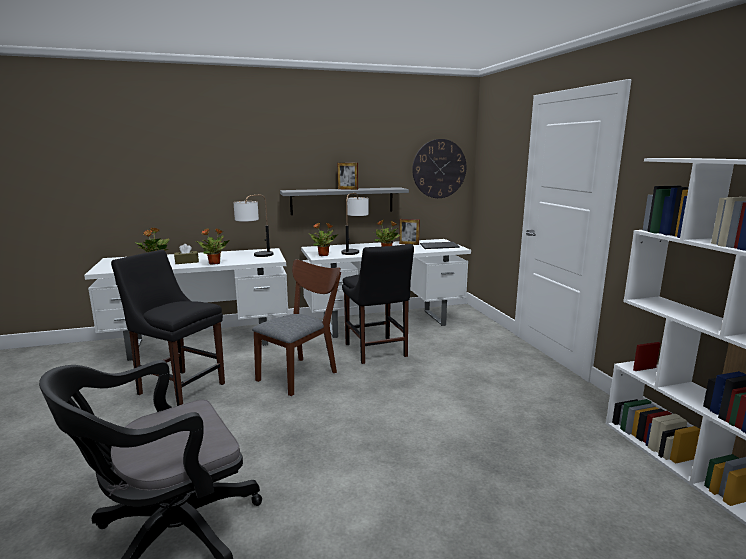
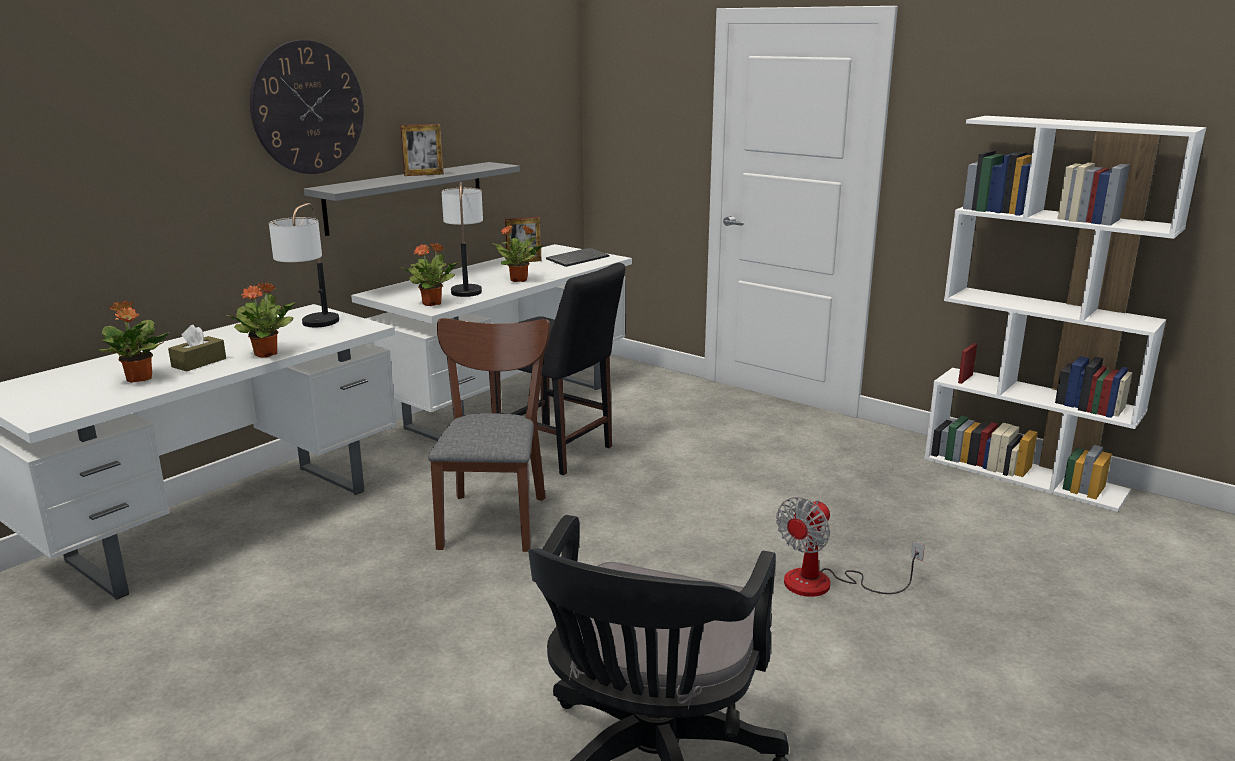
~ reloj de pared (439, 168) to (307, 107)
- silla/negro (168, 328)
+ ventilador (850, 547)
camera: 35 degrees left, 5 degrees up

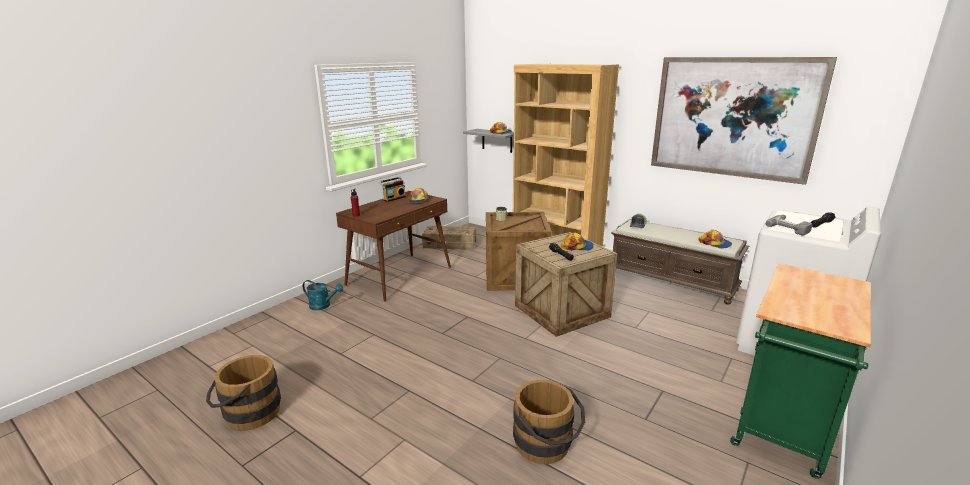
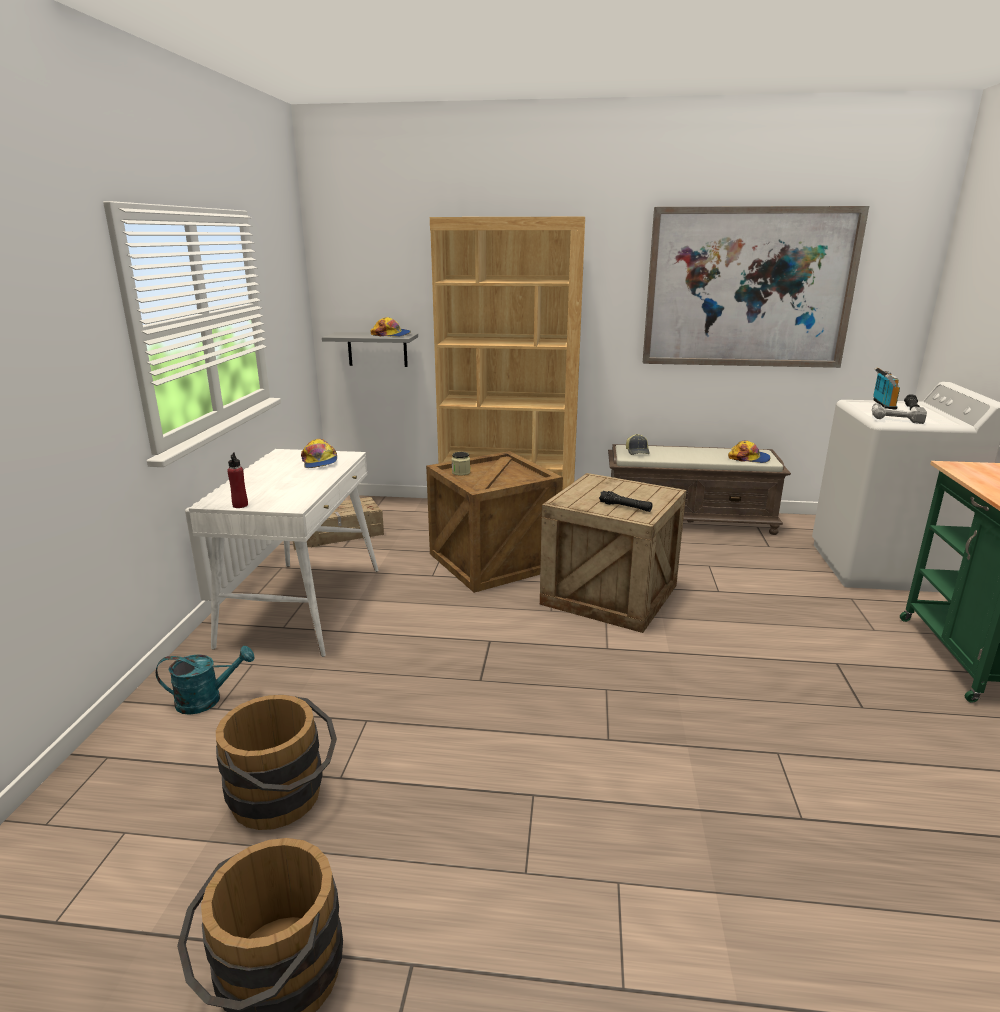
~ radio (392, 189) to (886, 388)
~ escritorio/marrón (393, 246) to escritorio/blanco (283, 553)
- gorra (577, 241)
~ cubo/marrón (549, 422) to (276, 762)
camera: 30 degrees left, 0 degrees up

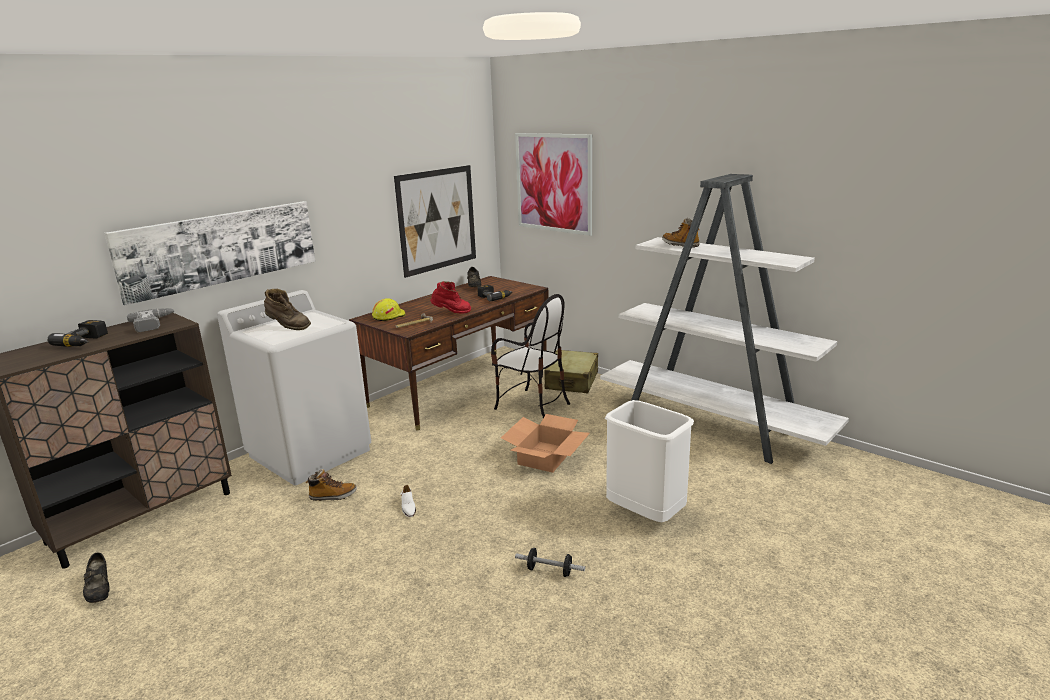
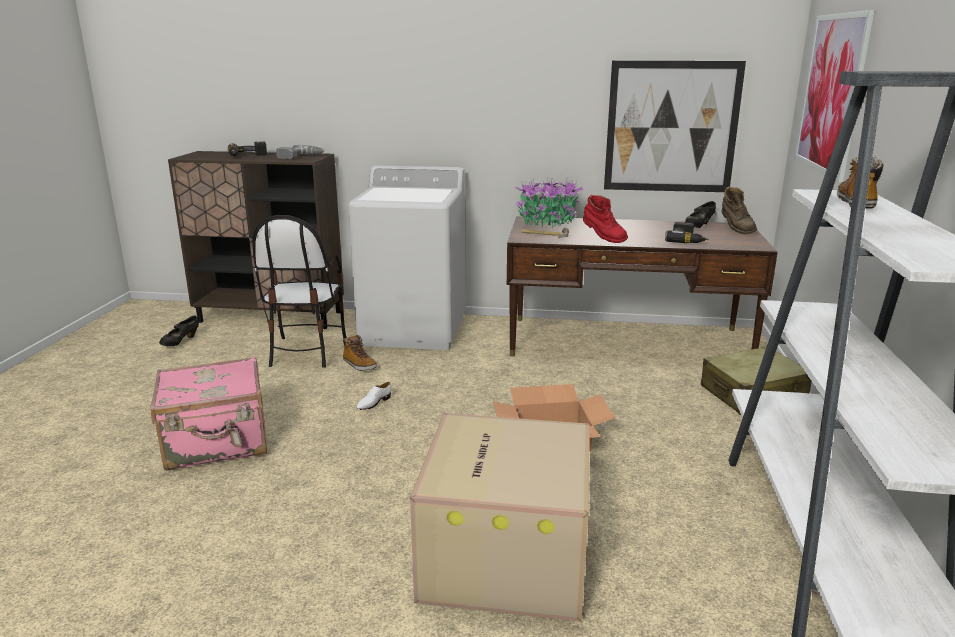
- cuadro (210, 253)
~ bota/marrón (287, 309) to (739, 210)
~ silla (530, 356) to (299, 291)
~ casco/amarillo (389, 309) to planta en maceta (548, 202)
~ papelera/blanco (649, 461) to caja de cartón (499, 517)
- mancuerna (550, 562)
+ maleta/rosa (208, 414)
camera: 55 degrees right, 0 degrees up

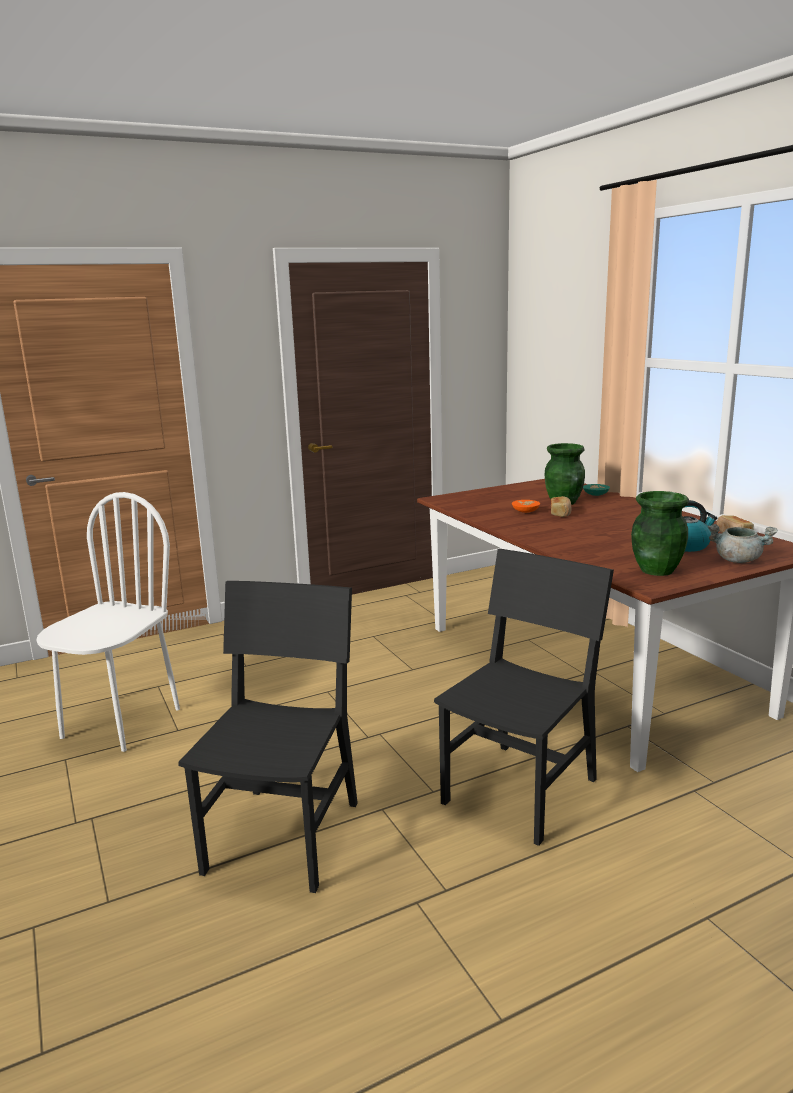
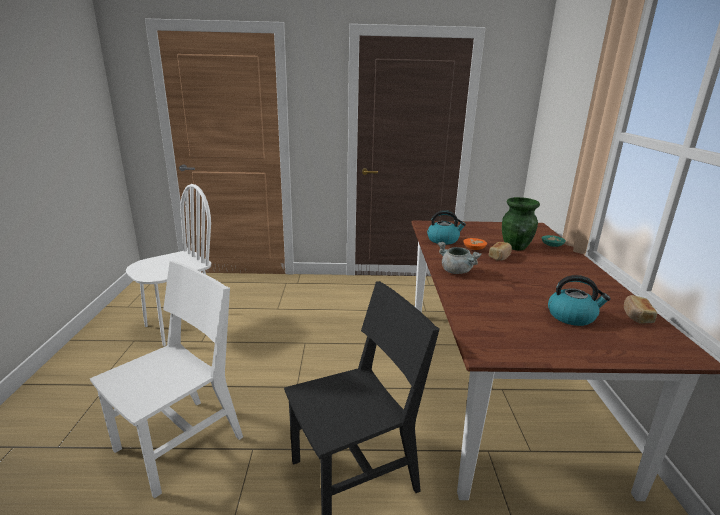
- florero/verde (660, 533)
~ olla/gris (743, 543) to (459, 258)
~ silla/negro (268, 737) to silla/blanco (166, 380)
+ hervidor (446, 227)
camera: 25 degrees right, 5 degrees up

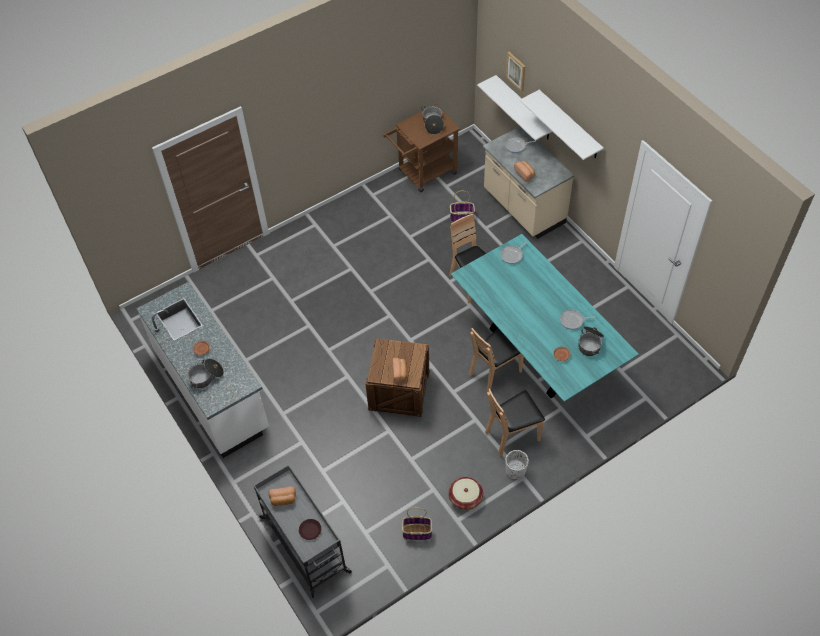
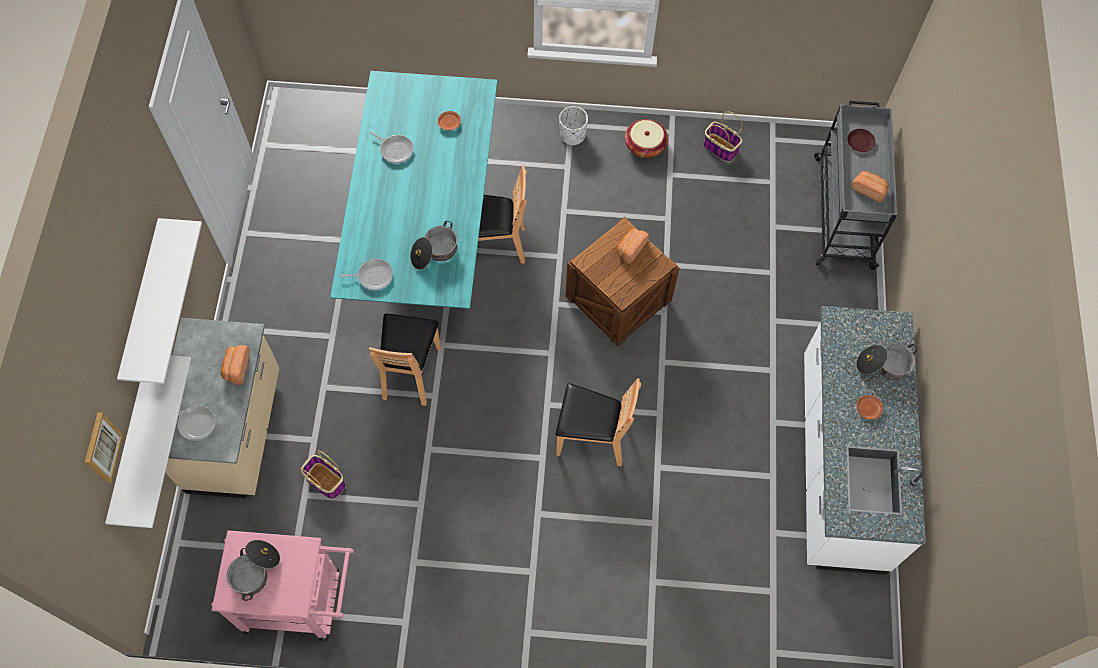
~ carrito/marrón (421, 148) to carrito/rosa (282, 586)
~ olla (591, 341) to (433, 245)
~ silla/marrón (515, 422) to (598, 422)
camera: 145 degrees left, 10 degrees up

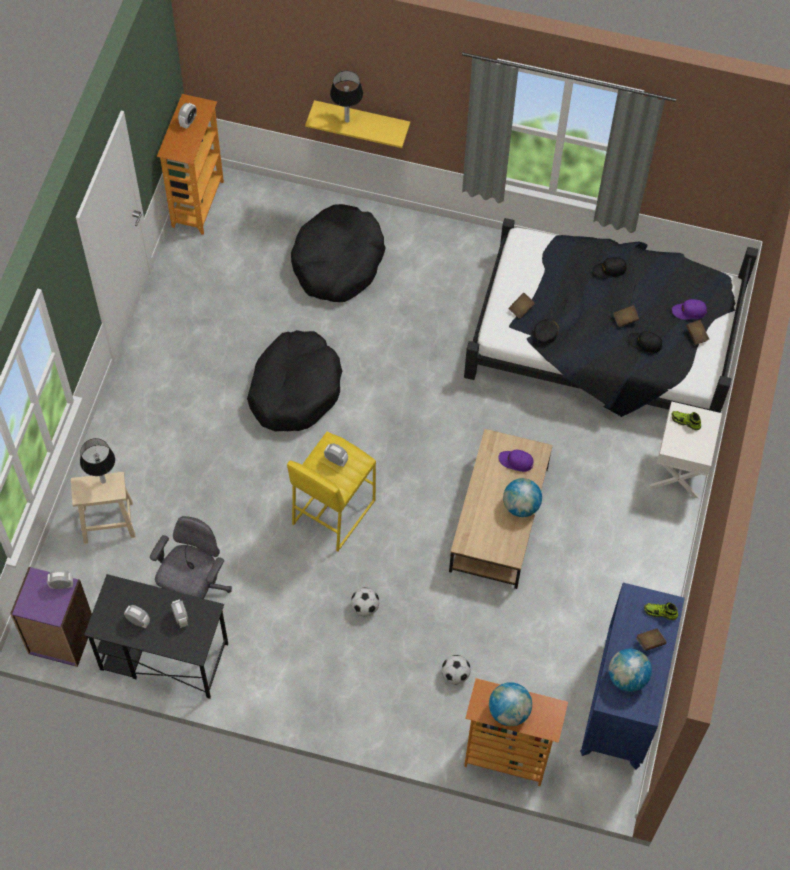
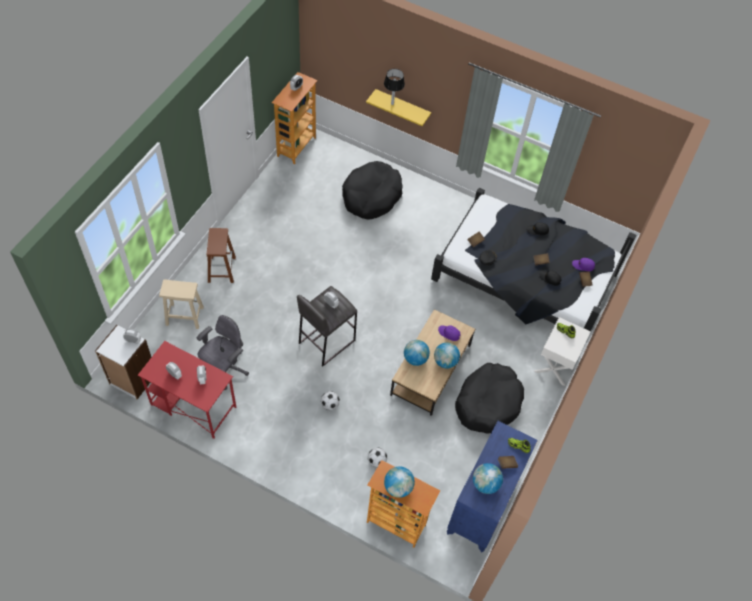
~ cama para perro/negro (294, 380) to (489, 398)
~ taburete/amarillo (331, 491) to taburete/gris (327, 326)
- lámpara de mesa (97, 461)
~ estantería/morado (51, 617) to estantería/blanco (123, 362)
~ escritorio/negro (156, 636) to escritorio/rojo (187, 390)
+ taburete/marrón (221, 255)
+ globo terráqueo (417, 353)
camera: 10 degrees right, 5 degrees down

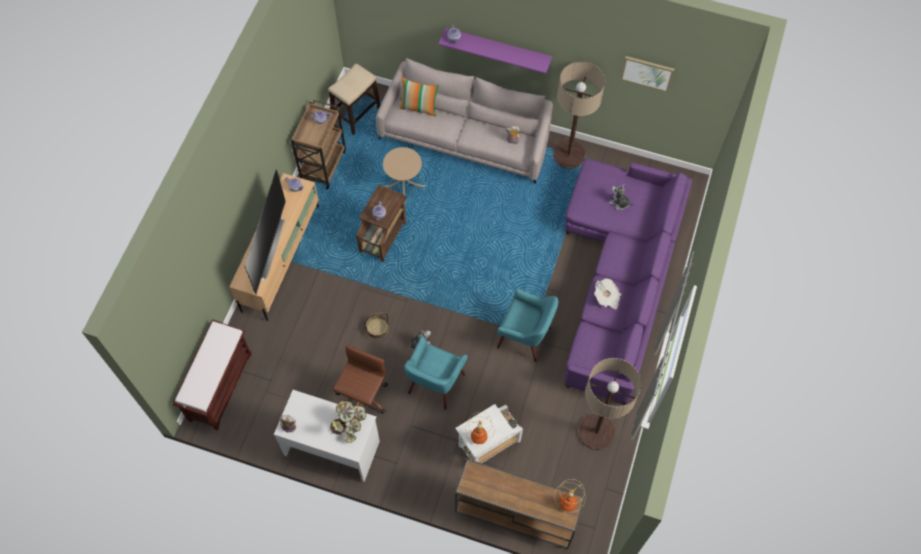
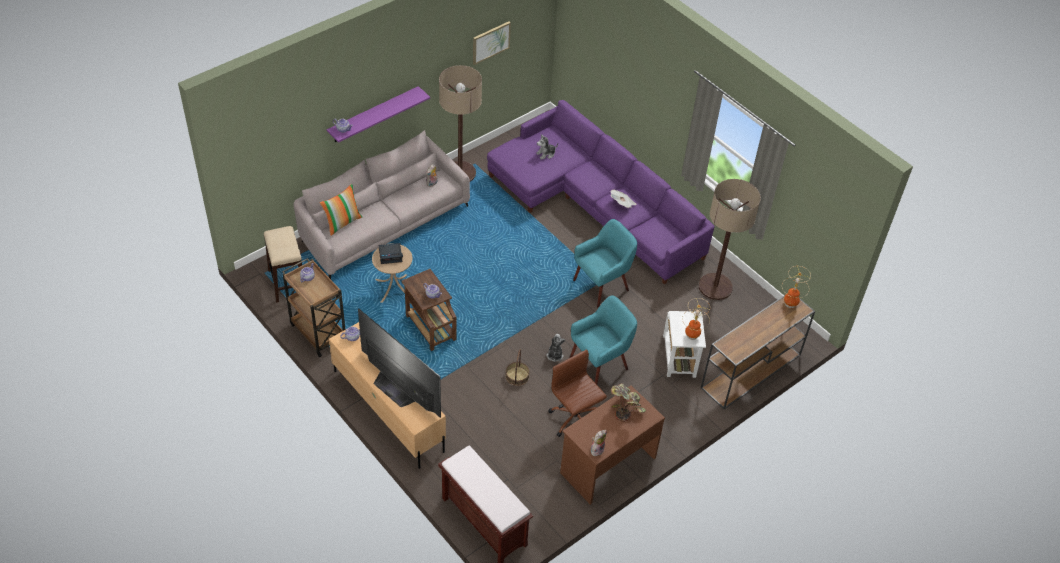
~ sillón/turquesa (436, 373) = (603, 340) 90 degrees counterclockwise
~ escritorio/blanco (327, 436) to escritorio/marrón (612, 445)
+ despertador (391, 253)
camera: 60 degrees left, 15 degrees down

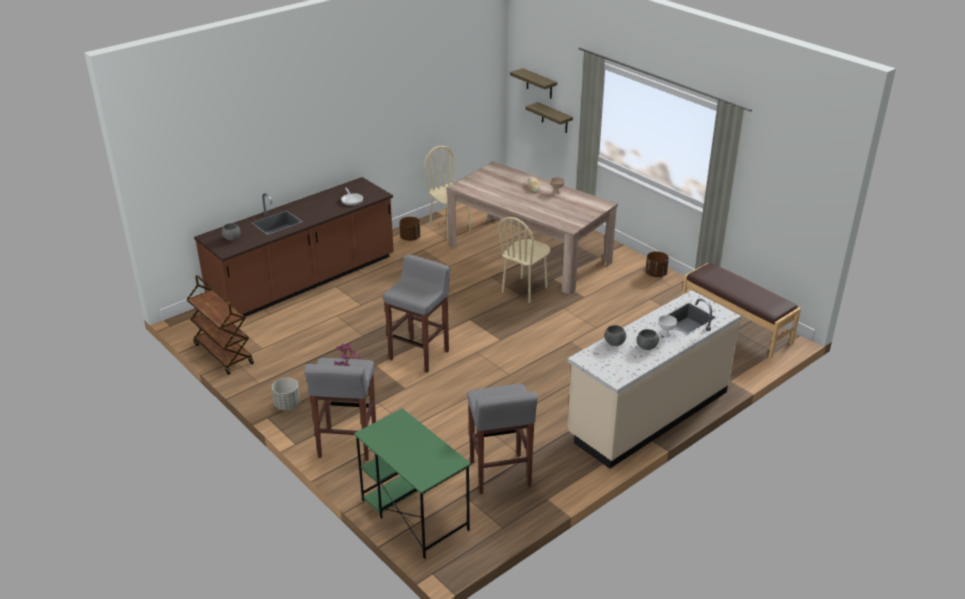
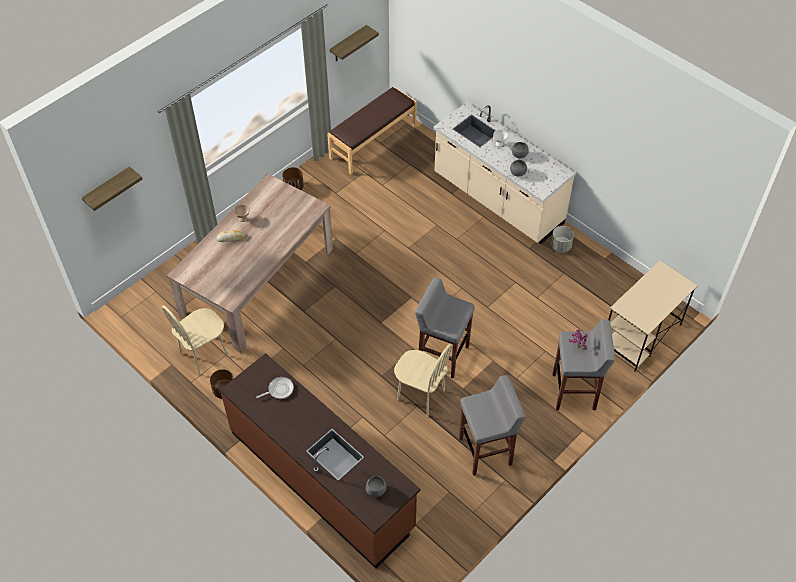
~ estante (549, 117) to (354, 43)
~ silla/beis (524, 260) to (423, 380)
- carrito/marrón (220, 325)
~ maceta/gris (286, 394) to (562, 239)
~ taburete/gris (503, 439) to (492, 425)
~ escritorio/verde (412, 483) to escritorio/beis (653, 315)
camera: 95 degrees left, 20 degrees up

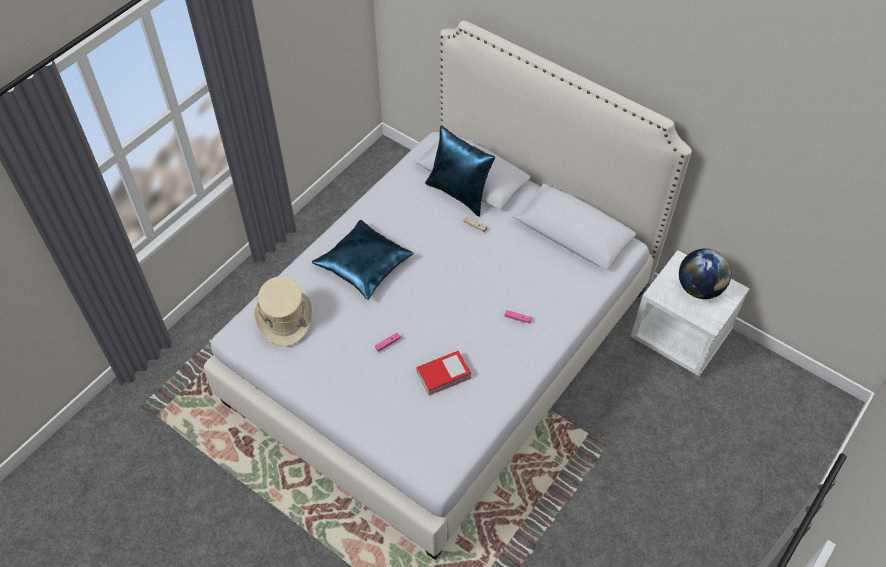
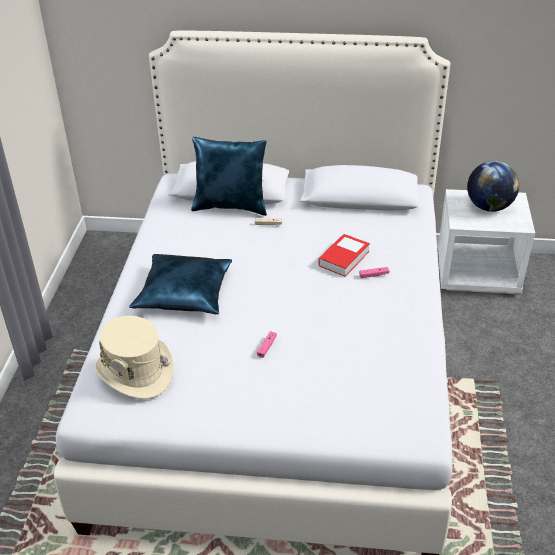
~ libro (444, 373) to (344, 255)
camera: 30 degrees left, 15 degrees down

